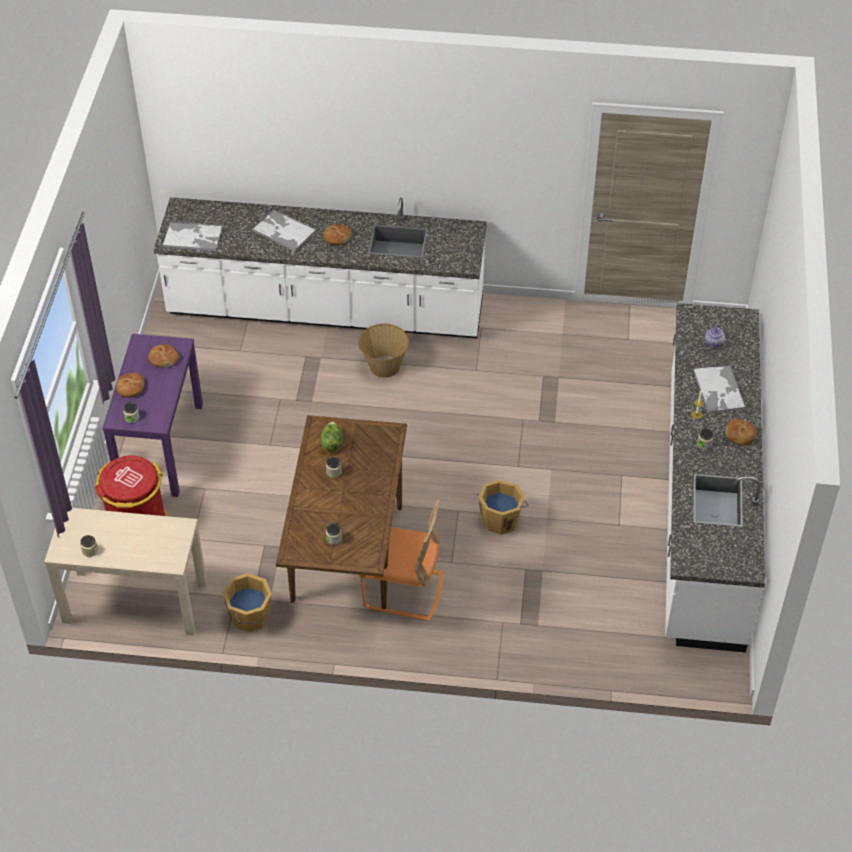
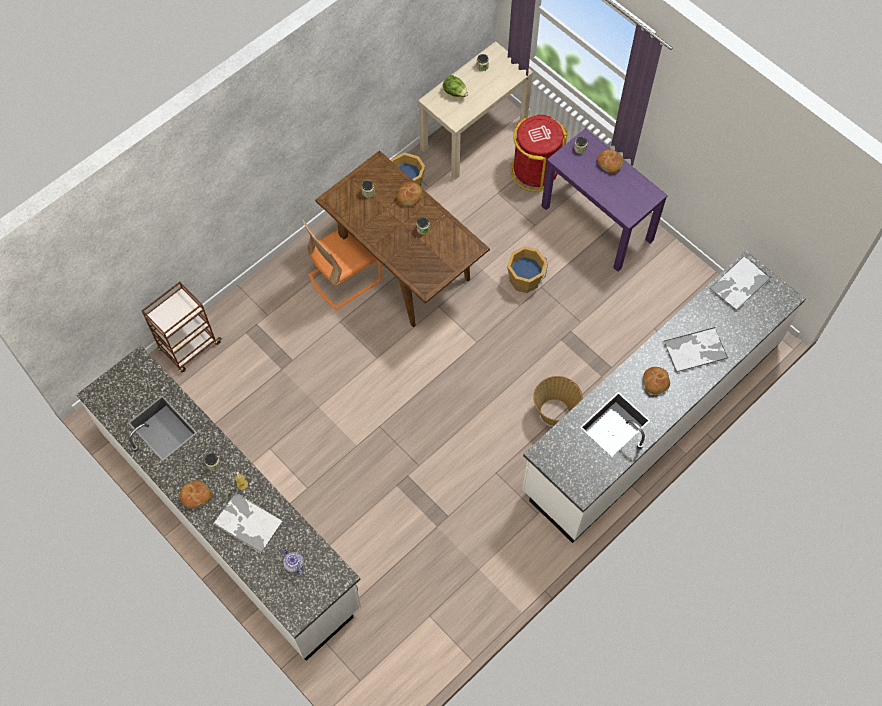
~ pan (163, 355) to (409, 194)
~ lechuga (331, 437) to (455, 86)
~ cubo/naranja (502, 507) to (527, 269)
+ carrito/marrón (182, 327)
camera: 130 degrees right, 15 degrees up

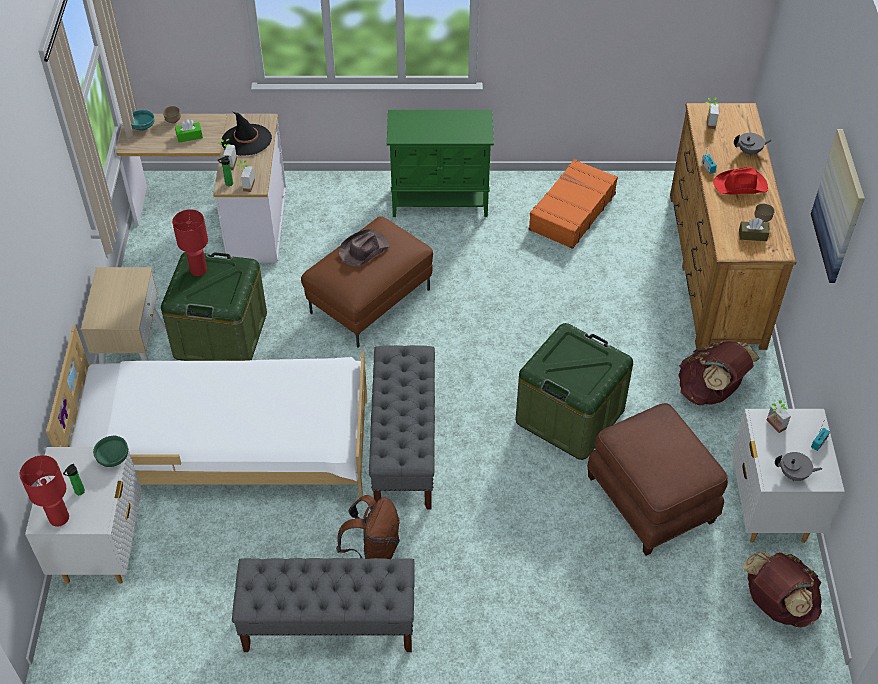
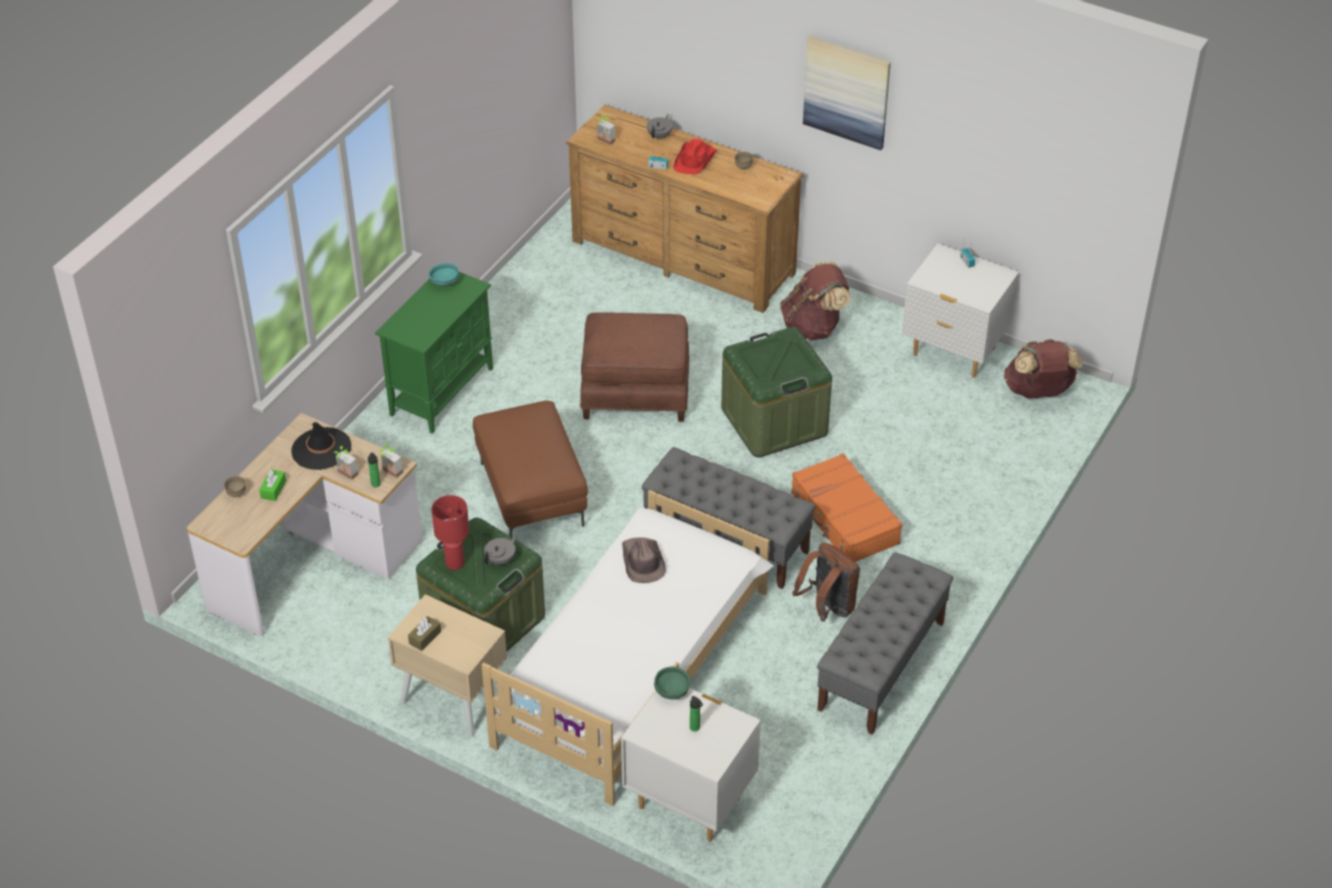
~ cuenco/turquesa (143, 120) to (444, 274)
~ maleta/naranja (573, 204) to (847, 507)
~ caja de pañuelos/marrón (754, 229) to (424, 633)
~ sombrero/marrón (364, 247) to (644, 560)
- planta en maceta (779, 416)
~ puf/marrón (657, 479) to (634, 367)
~ tetera/gris (798, 466) to (500, 550)
- lámpara de mesa/rojo (44, 491)
camera: 60 degrees left, 5 degrees down

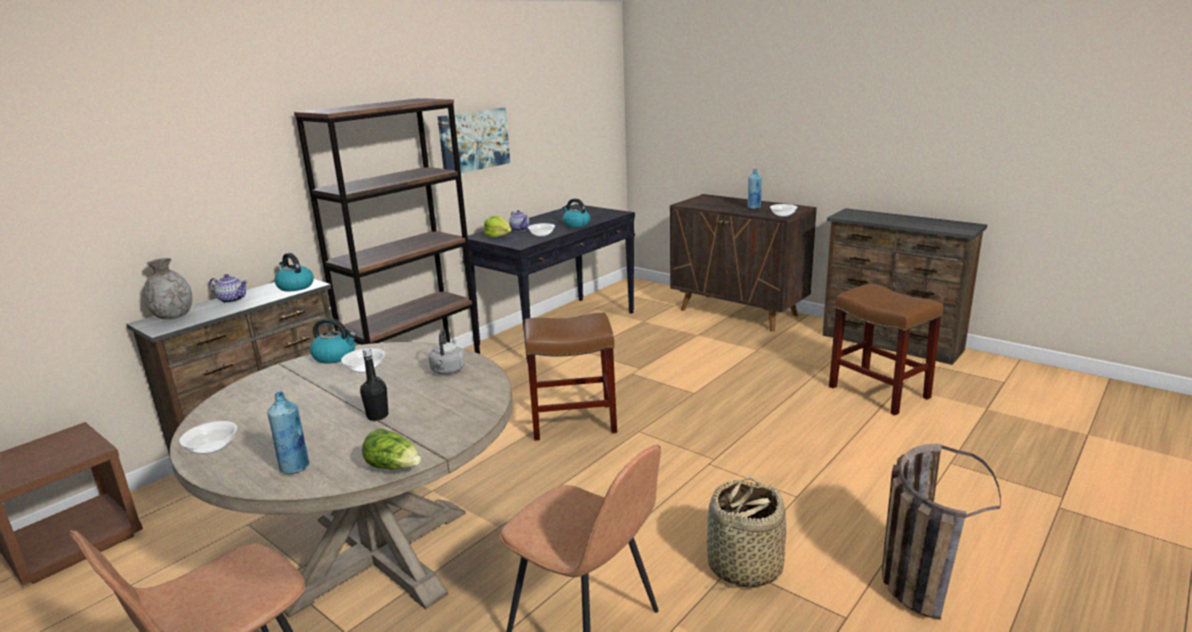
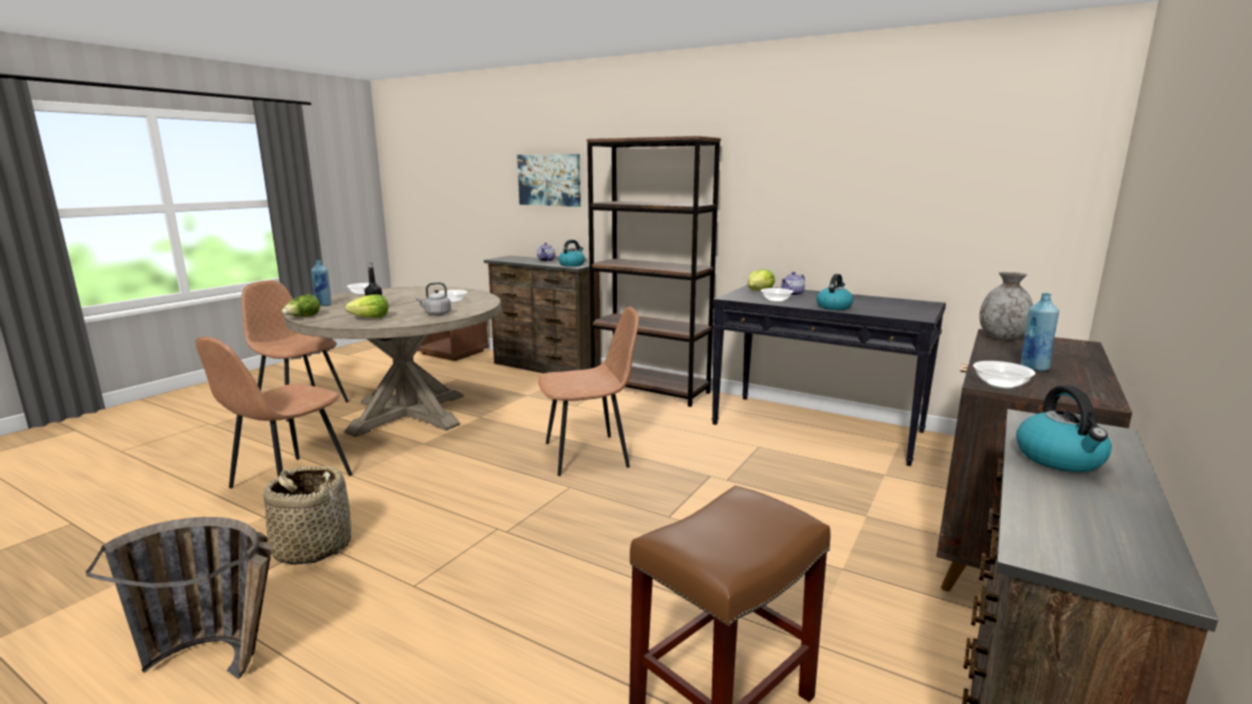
~ cuadro (473, 140) to (549, 180)
~ florero/gris (168, 288) to (1006, 305)
~ taburete/marrón (570, 377) to silla/marrón (588, 391)
~ hervidor (333, 341) to (1064, 428)
+ lechuga (366, 306)
camera: 80 degrees right, 5 degrees down

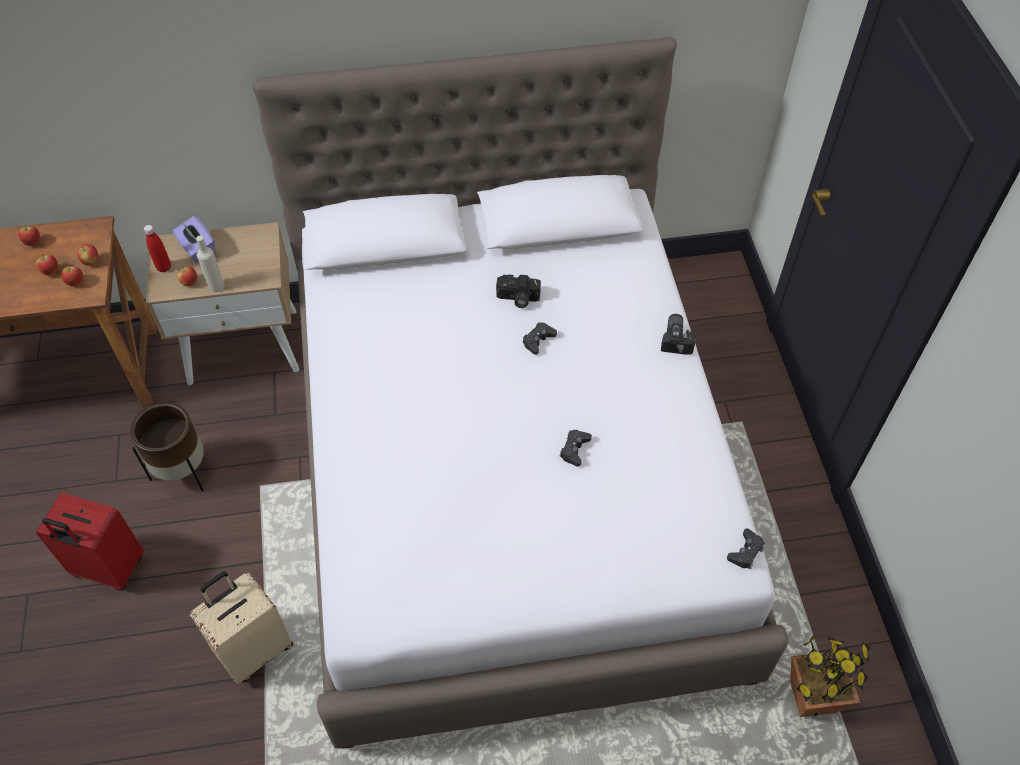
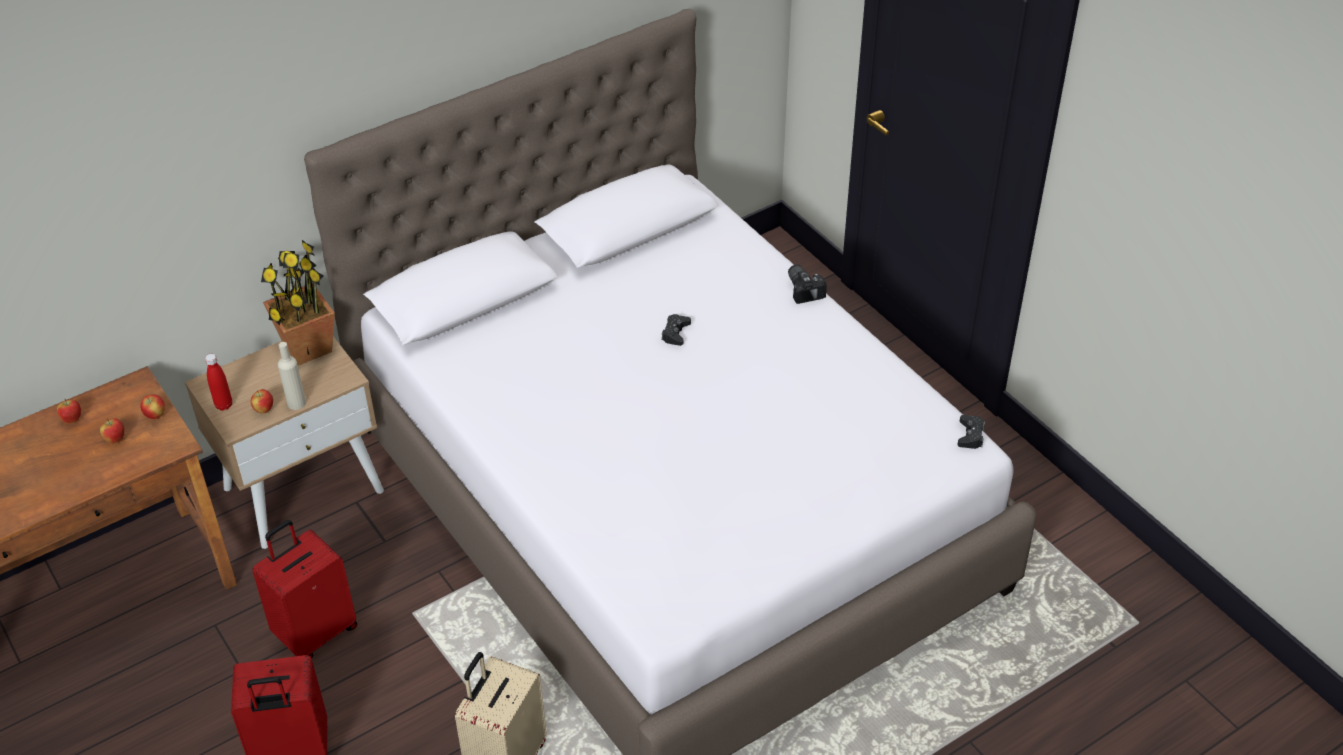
- caja de pañuelos/morado (194, 239)
- manzana (72, 276)
- cámara (518, 291)
~ maceta/marrón (167, 447) to maleta/rojo (304, 589)
- mando de consola/negro (576, 448)
~ planta en maceta (830, 676) to (298, 302)
camera: 25 degrees left, 10 degrees down

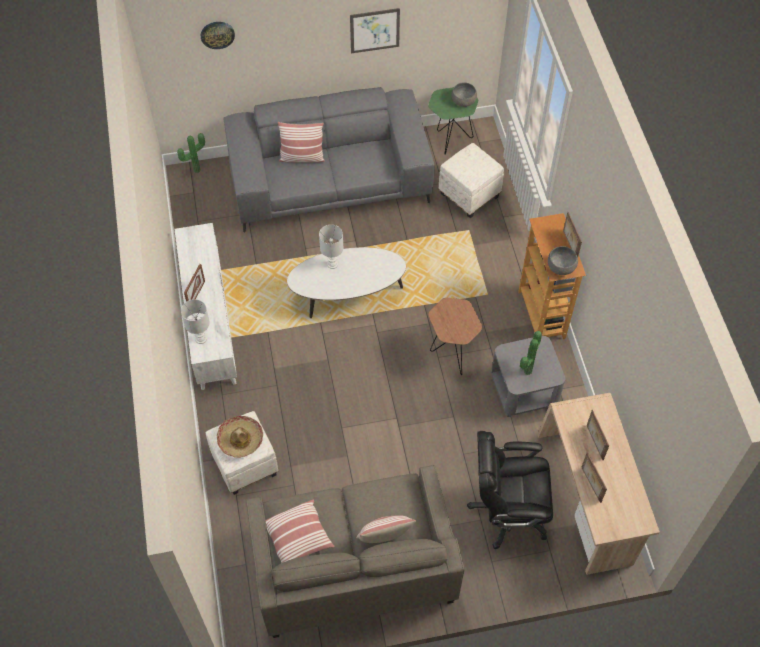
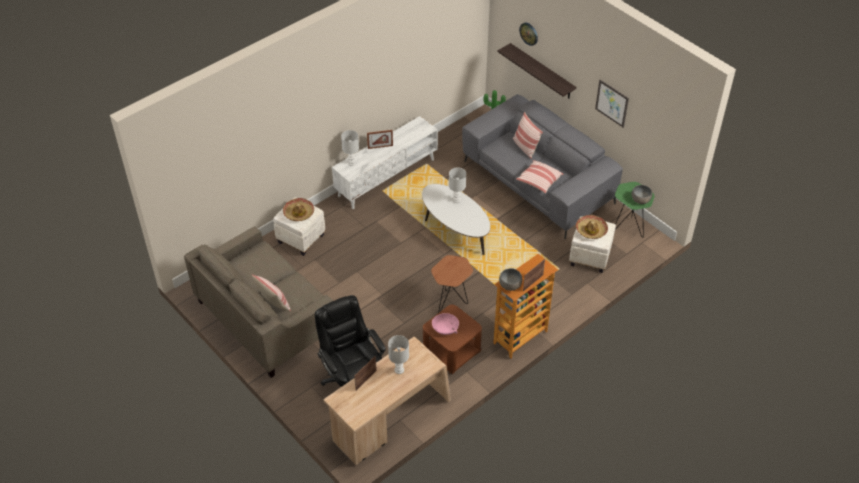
~ planta en maceta (531, 353) to cuenco/rosa (445, 324)
~ mesa auxiliar/gris (528, 376) to mesa auxiliar/marrón (452, 339)
~ portarretratos (598, 435) to lámpara de mesa/blanco (398, 354)
~ cojín (300, 531) to (540, 177)
+ estante (537, 70)
+ sombrero (592, 227)
camera: 60 degrees right, 10 degrees down

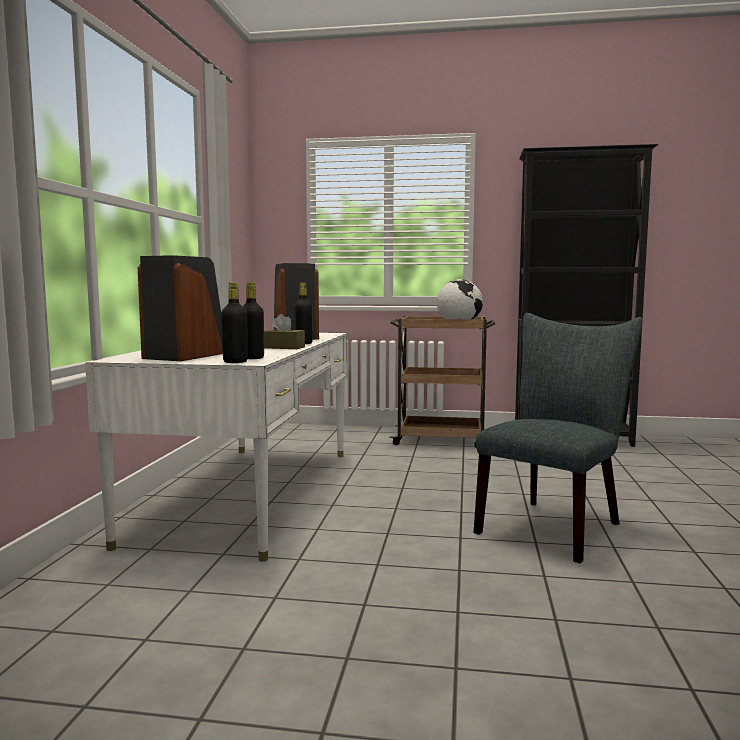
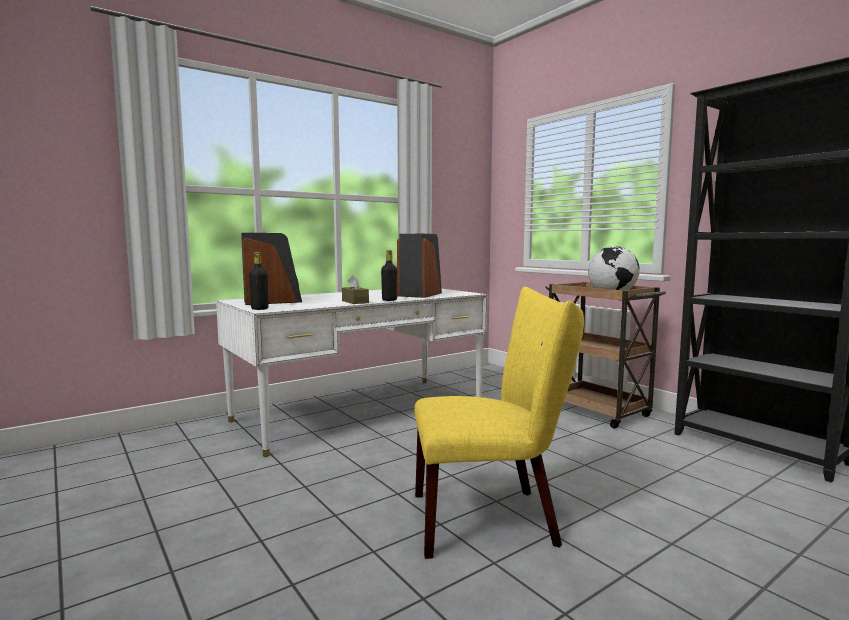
- botella/negro (253, 320)
~ silla/gris (557, 438) to silla/amarillo (499, 423)
camera: 45 degrees right, 0 degrees up

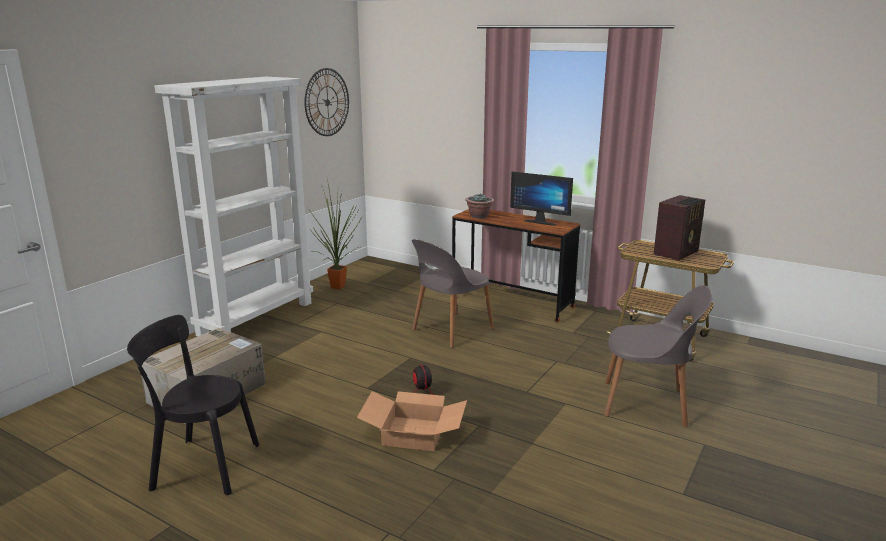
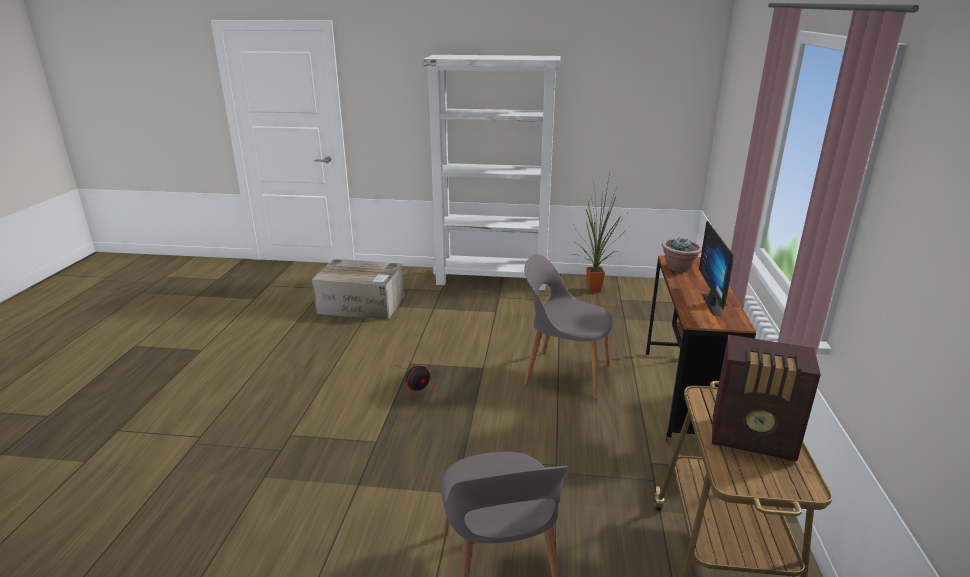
- reloj de pared (326, 102)
- silla/negro (193, 405)
- caja de cartón (412, 421)
camera: 65 degrees right, 5 degrees up

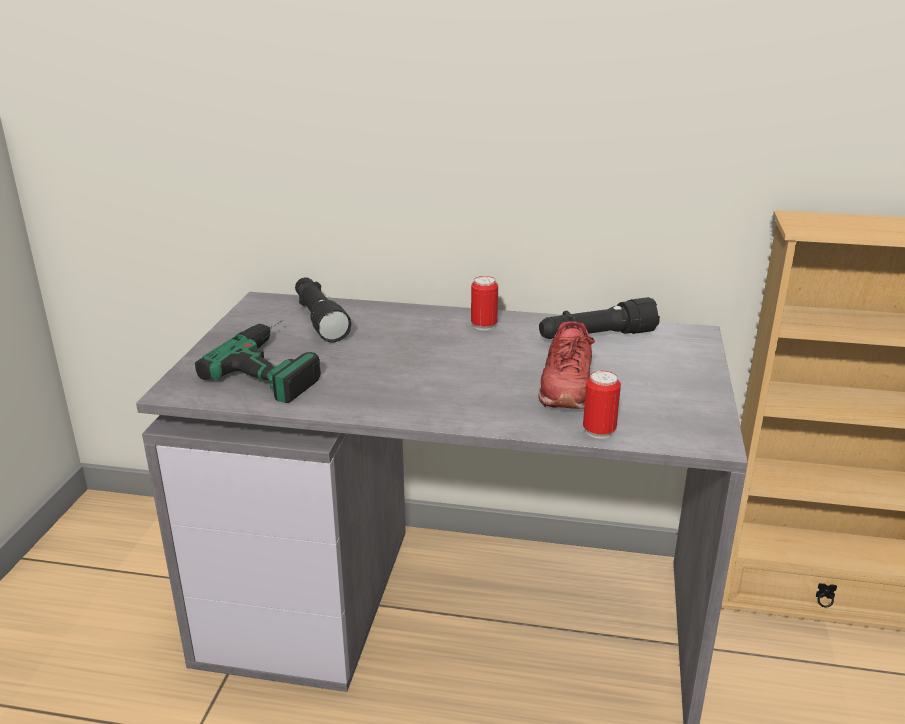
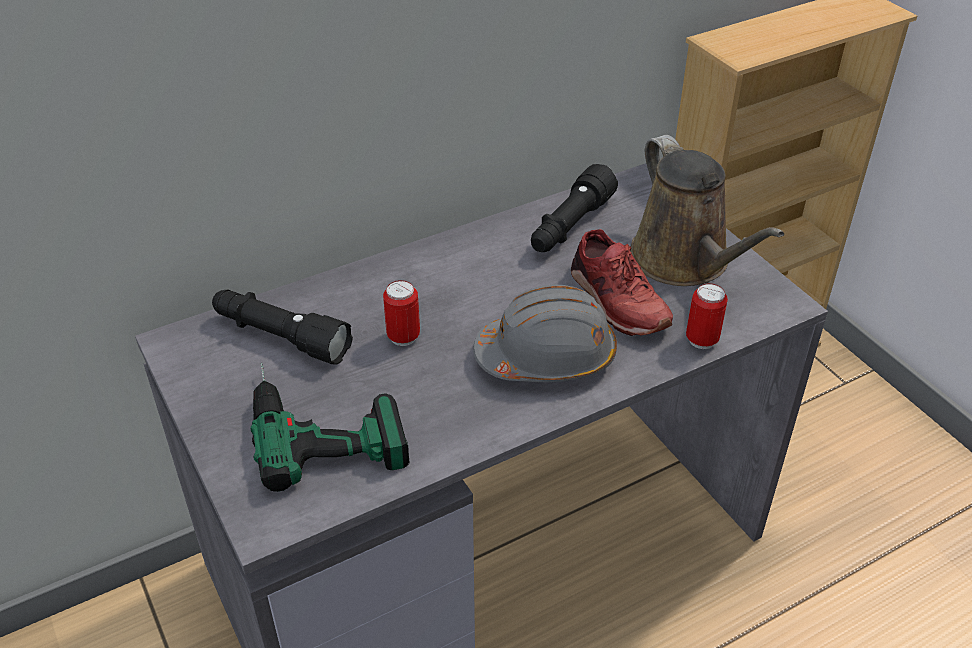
~ lata (484, 303) to (401, 313)
+ regadera/marrón (707, 210)
+ casco/gris (545, 333)
camera: 40 degrees left, 15 degrees up

